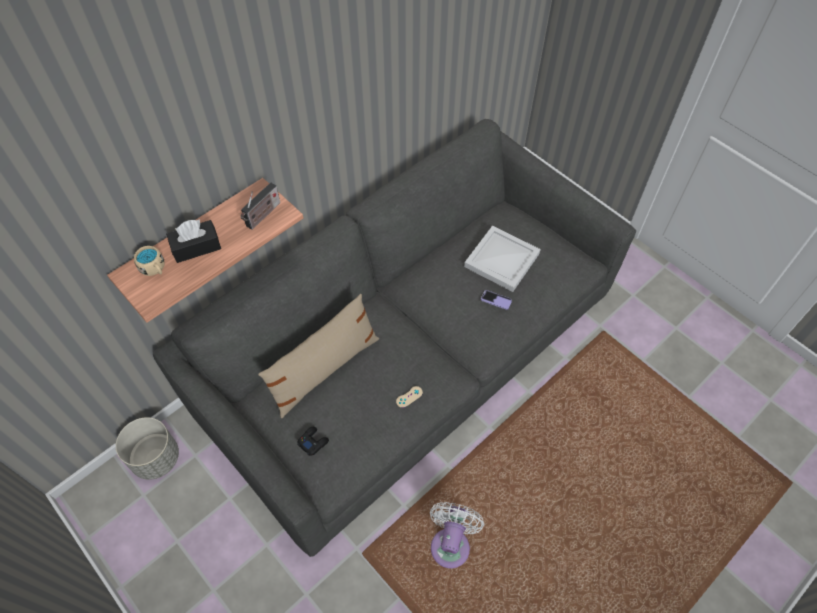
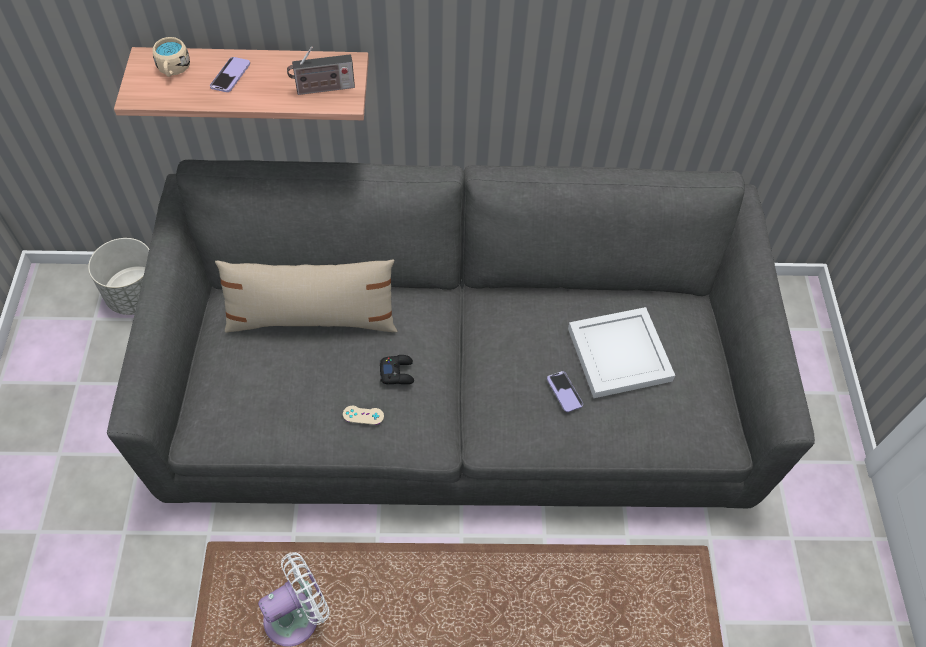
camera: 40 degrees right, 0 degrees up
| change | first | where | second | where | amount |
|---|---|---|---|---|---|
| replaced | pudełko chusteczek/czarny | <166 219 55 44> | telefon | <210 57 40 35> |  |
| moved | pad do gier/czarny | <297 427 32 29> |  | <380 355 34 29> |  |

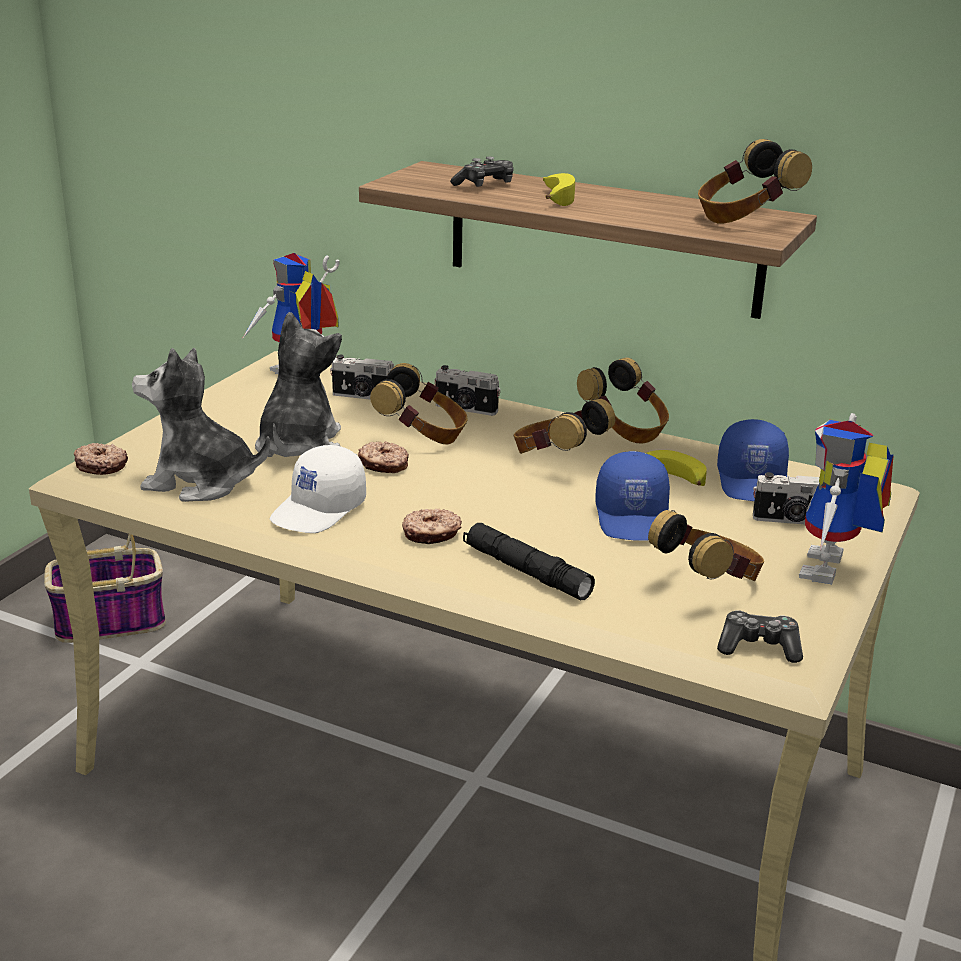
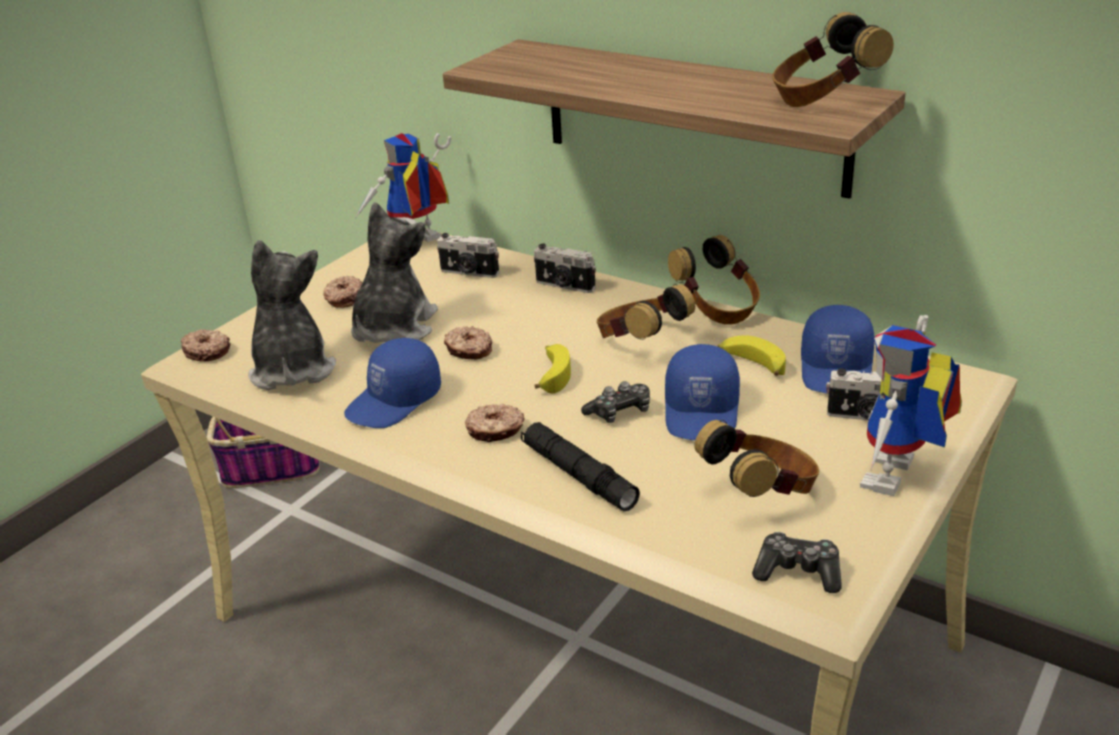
camera: 10 degrees right, 5 degrees up
| change | first | where | second | where | amount |
|---|---|---|---|---|---|
| moved | pad do gier | <450 156 64 31> |  | <581 381 69 42> |  |
| moved | banan | <543 173 32 33> |  | <534 344 37 50> |  |
| turned | pluszak | <132 348 138 154> |  | <248 240 88 150> | 60 degrees clockwise |
| removed | słuchawki | <370 363 98 81> |  |  |  |
| recoloured | czapka z daszkiem/biały | <270 445 96 88> | czapka z daszkiem/niebieski | <344 338 97 90> |  |
| added |  |  | donut | <323 276 39 32> |  |

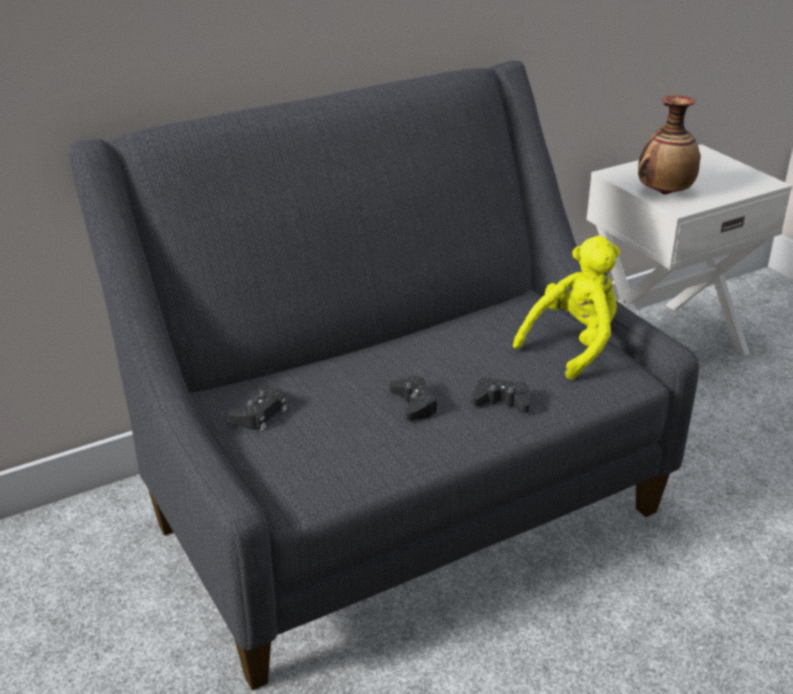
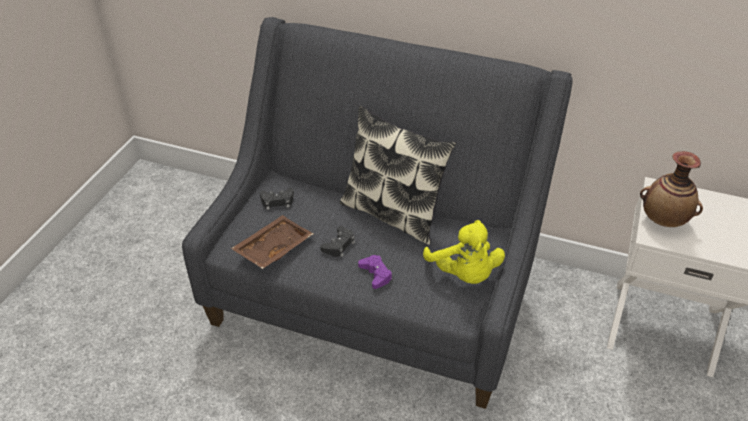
camera: 50 degrees right, 10 degrees up
| change | first | where | second | where | amount |
|---|---|---|---|---|---|
| turned | pluszak/żółty | <513 236 107 144> |  | <423 220 82 64> | 60 degrees clockwise |
| recoloured | pad do gier/czarny | <471 377 59 36> | pad do gier/fioletowy | <358 255 34 34> |  |
| added |  |  | poduszka | <340 105 116 140> |  |
| added |  |  | taca/brązowy | <231 215 82 54> |  |

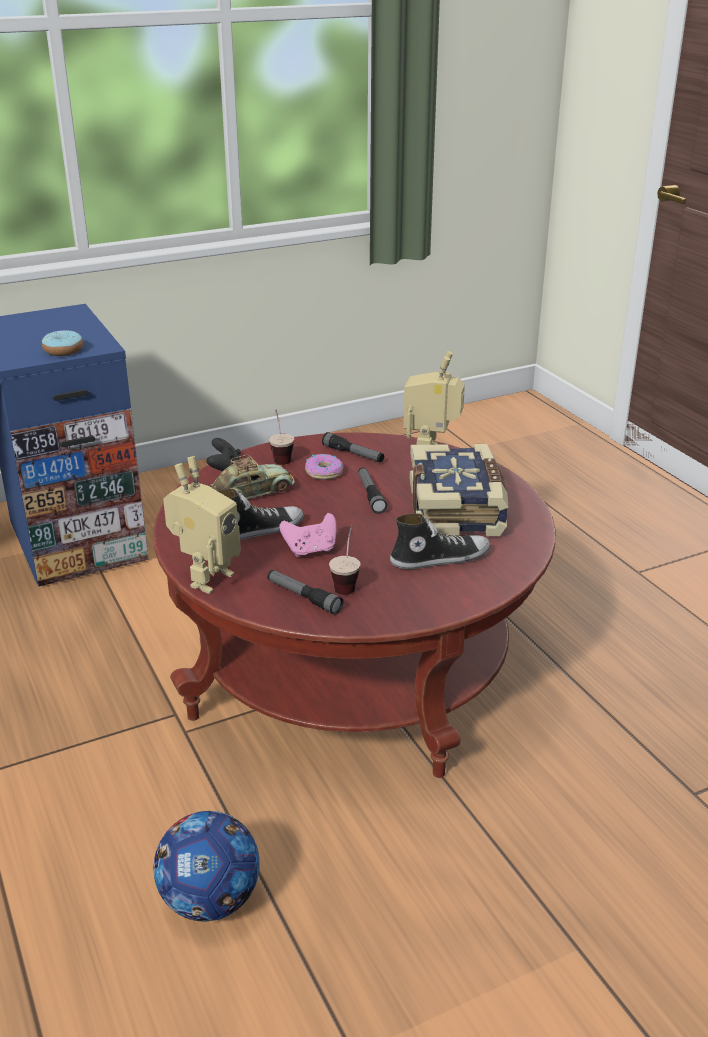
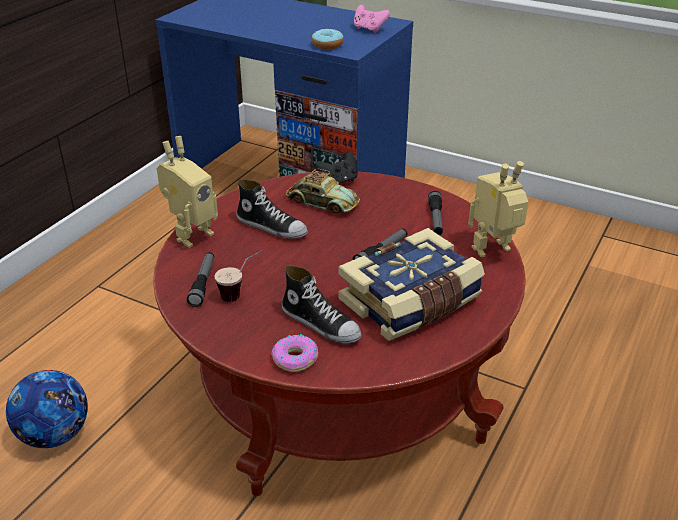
camera: 55 degrees right, 5 degrees up
| change | first | where | second | where | amount |
|---|---|---|---|---|---|
| removed | filiżanka | <269 410 25 55> |  |  |  |
| moved | donut | <305 454 38 26> |  | <271 334 47 38> |  |
| turned | robot zabawkowy | <163 456 78 138> |  | <157 136 61 112> | 45 degrees counterclockwise |
| moved | pad do gier/różowy | <279 513 58 44> |  | <354 5 36 28> |  |

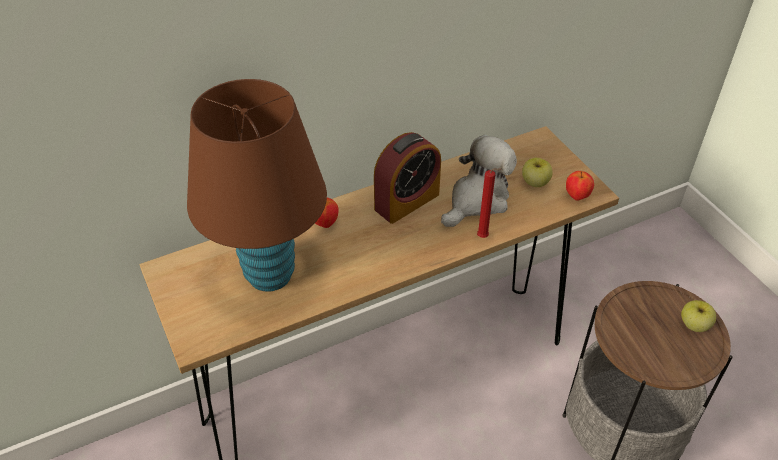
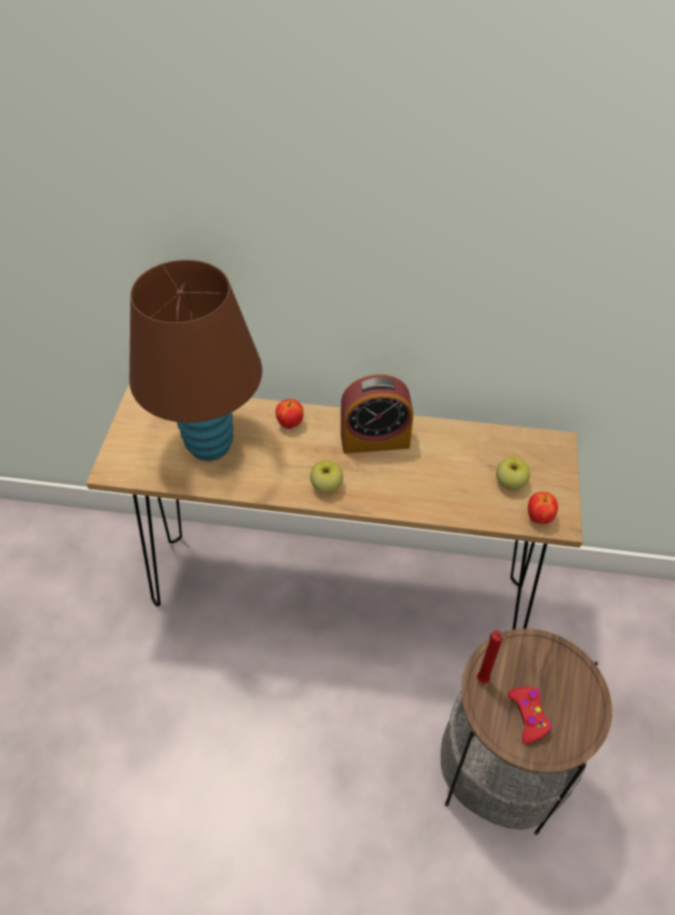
camera: 35 degrees right, 5 degrees up
| change | first | where | second | where | amount |
|---|---|---|---|---|---|
| removed | pluszak | <441 135 76 92> |  |  |  |
| moved | świeca/czerwony | <477 168 24 70> |  | <477 630 29 54> |  |
| moved | jabłko | <681 300 35 32> |  | <310 460 33 33> |  |
| added |  |  | pad do gier/czerwony | <508 687 43 57> |  |

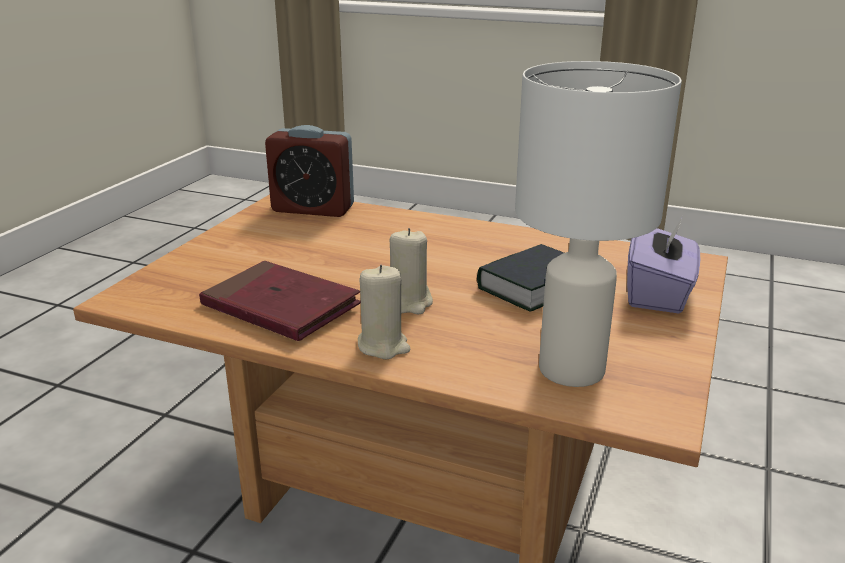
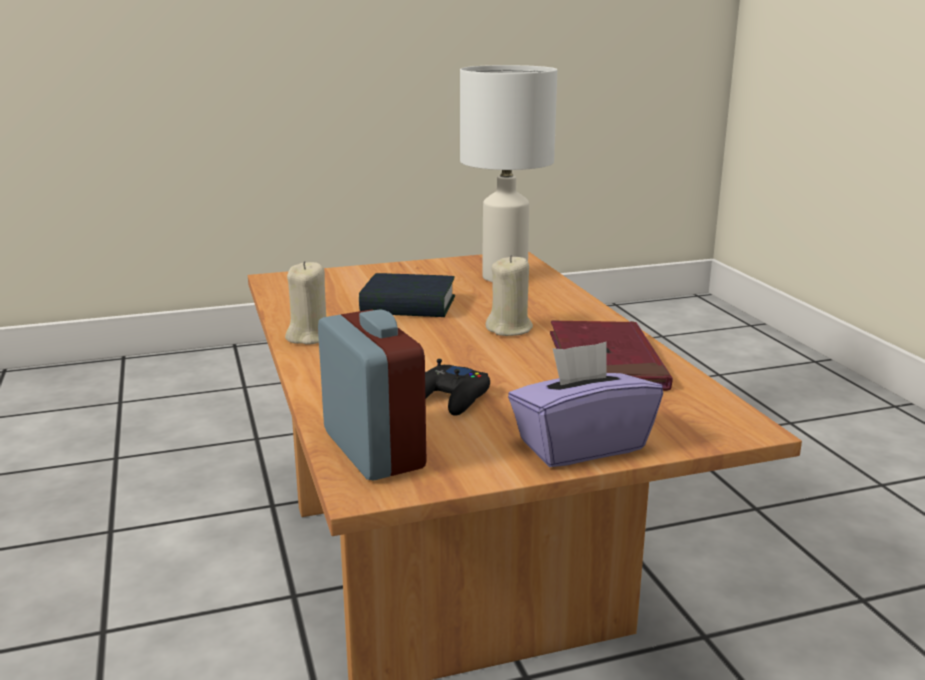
camera: 130 degrees left, 5 degrees down
| change | first | where | second | where | amount |
|---|---|---|---|---|---|
| moved | pudełko chusteczek/fioletowy | <627 217 73 97> |  | <508 342 155 125> |  |
| moved | świeca/beżowy | <358 265 53 94> |  | <285 261 41 84> |  |
| added |  |  | pad do gier/czarny | <425 359 65 57> |  |

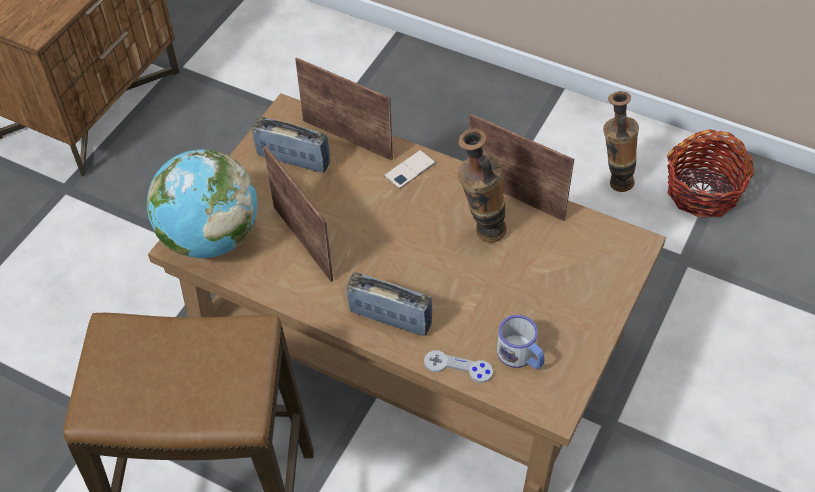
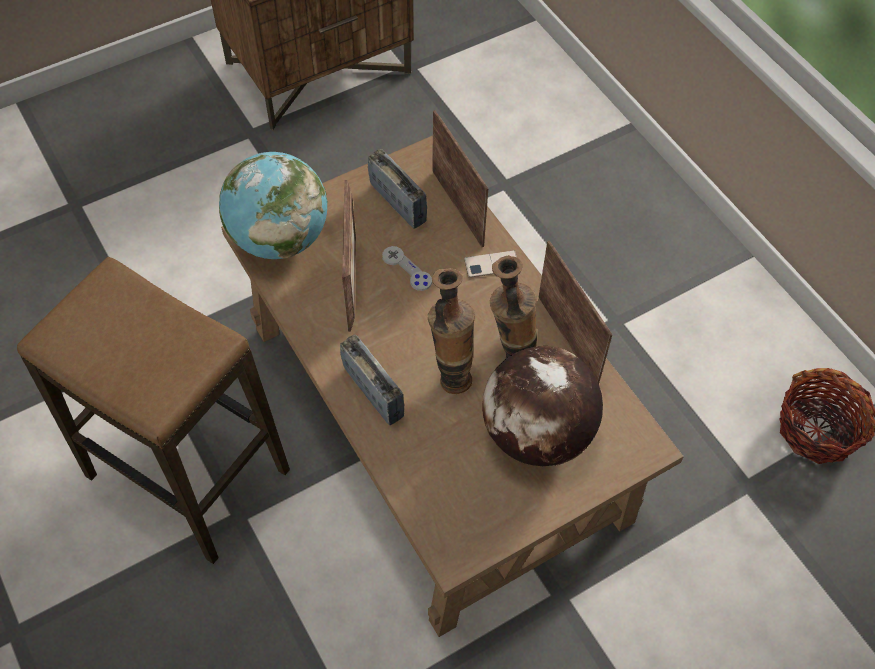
camera: 30 degrees right, 5 degrees up
| change | first | where | second | where | amount |
|---|---|---|---|---|---|
| moved | wazon | <603 91 36 101> |  | <428 268 47 126> |  |
| removed | kubek | <497 315 47 54> |  |  |  |
| moved | pad do gier/szary | <424 350 69 33> |  | <382 246 50 45> |  |
| added |  |  | globus | <482 346 121 120> |  |

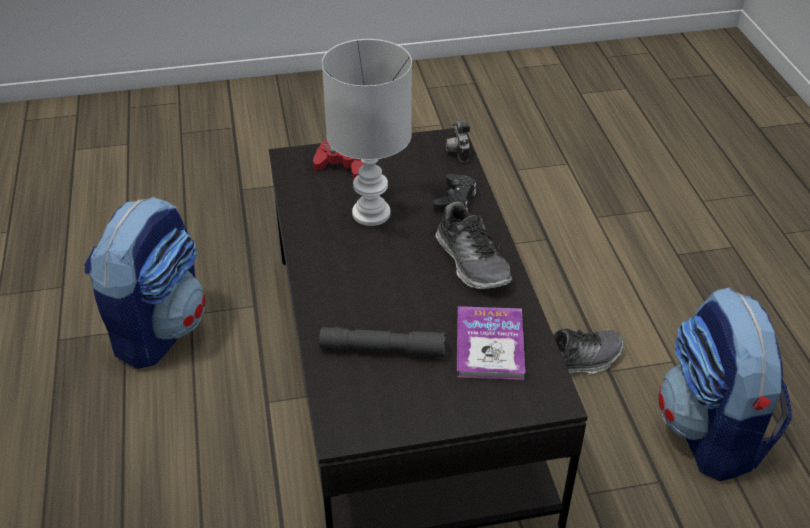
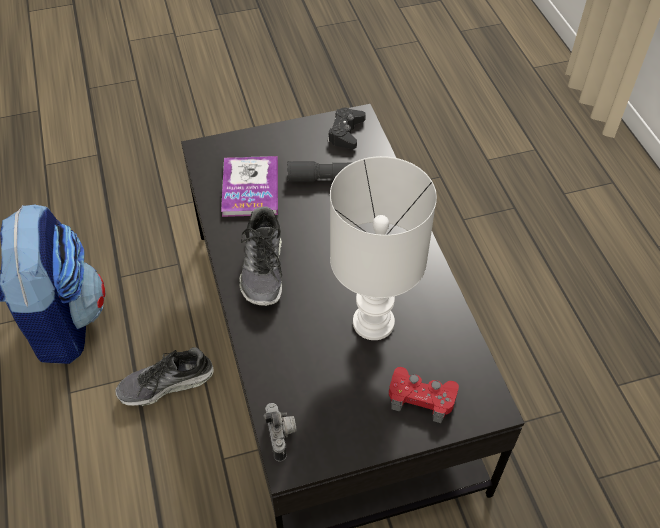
camera: 175 degrees right, 10 degrees up
| change | first | where | second | where | amount |
|---|---|---|---|---|---|
| moved | pad do gier/czarny | <433 174 43 38> |  | <328 107 38 42> |  |
| removed | plecak | <85 197 120 172> |  |  |  |
| turned | but | <435 202 77 87> |  | <239 206 43 100> | 150 degrees counterclockwise |

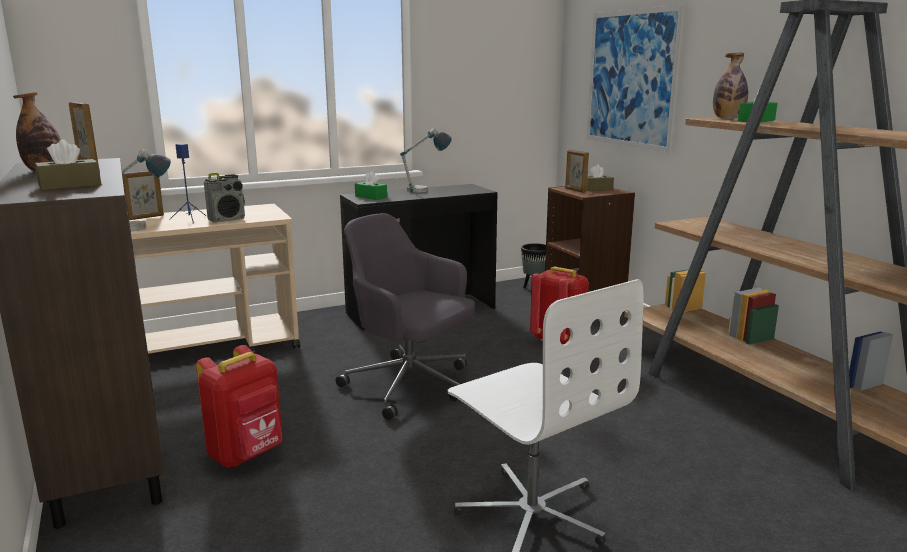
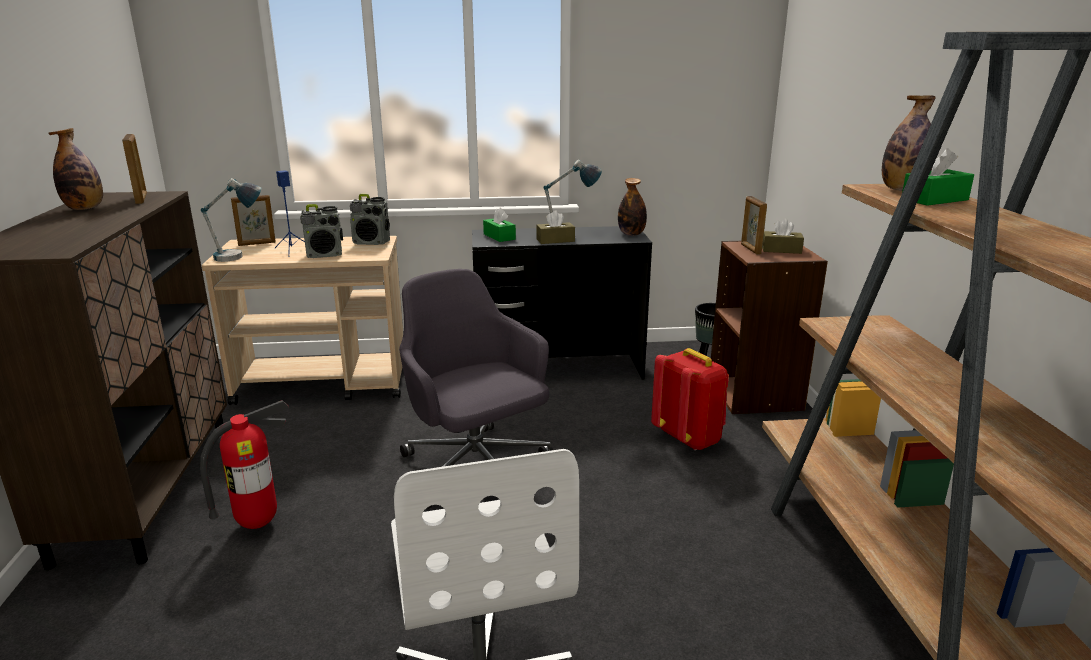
camera: 20 degrees right, 5 degrees up
| change | first | where | second | where | amount |
|---|---|---|---|---|---|
| removed | obraz | <587 4 98 149> |  |  |  |
| moved | pudełko chusteczek/brązowy | <35 139 66 51> |  | <536 210 39 34> |  |
| replaced | plecak/czerwony | <196 345 86 122> | gaśnica | <200 400 89 129> |  |
| added |  |  | butelka | <618 178 29 58> |  |
| added |  |  | radio | <350 194 40 51> |  |

